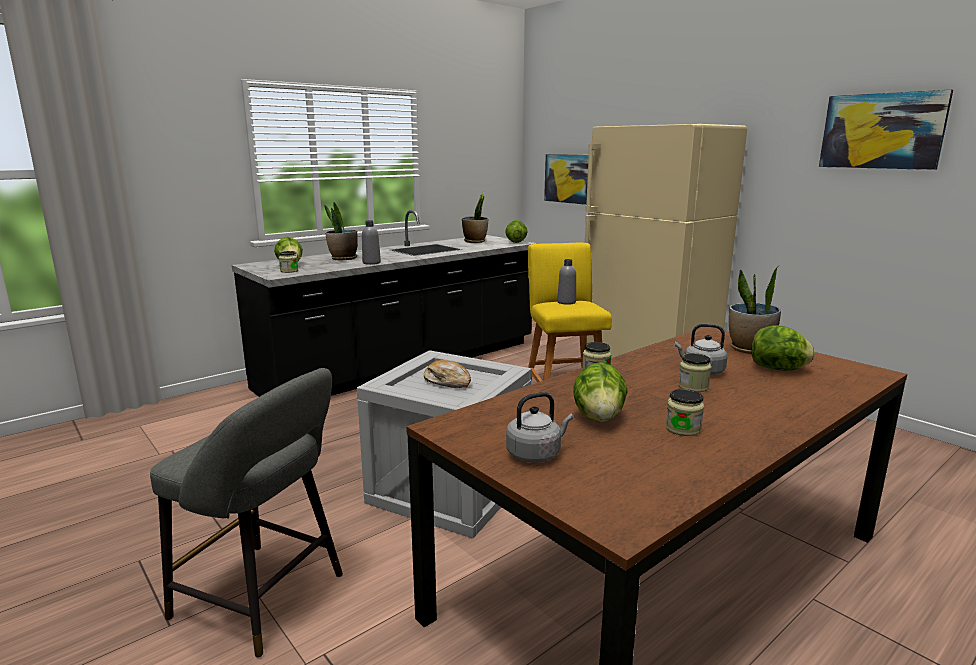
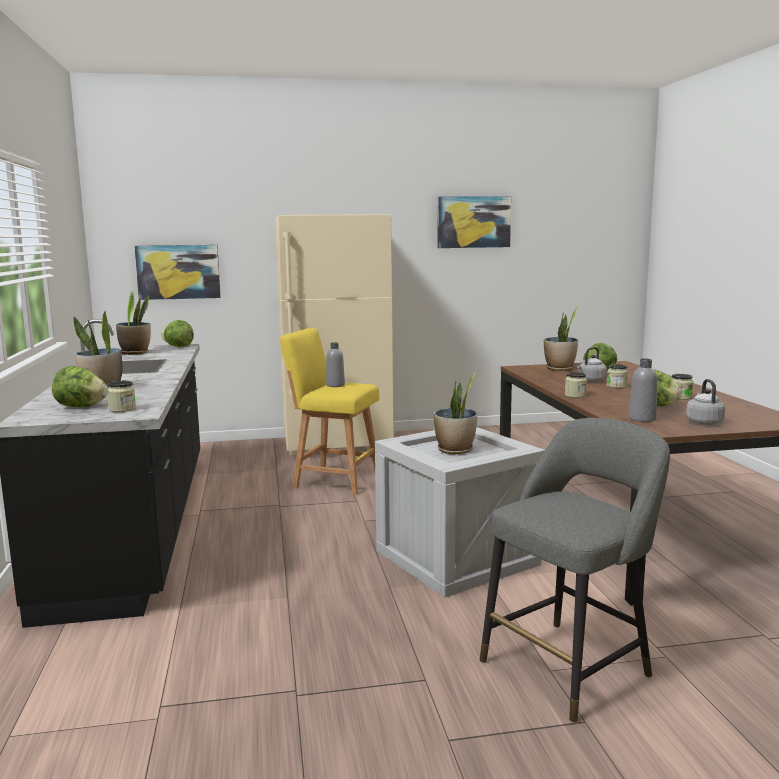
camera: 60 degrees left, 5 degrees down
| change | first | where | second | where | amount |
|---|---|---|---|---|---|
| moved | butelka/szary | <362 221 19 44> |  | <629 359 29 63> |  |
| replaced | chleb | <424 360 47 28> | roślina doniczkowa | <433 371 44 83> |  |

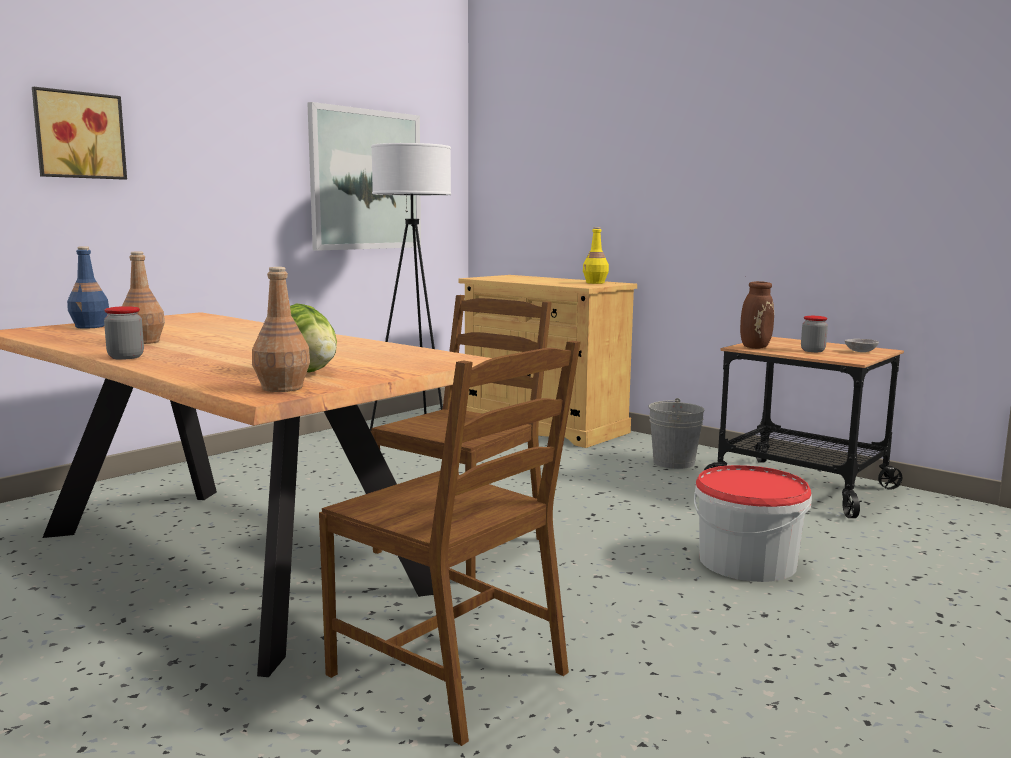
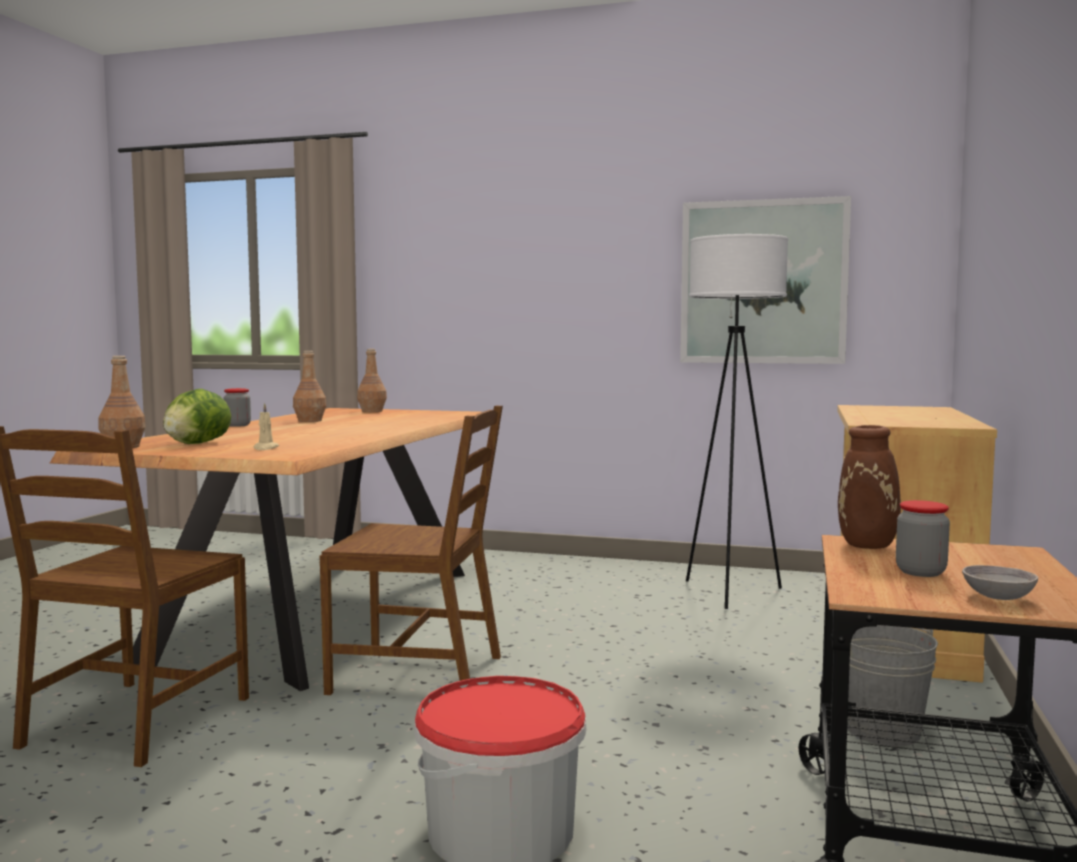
camera: 65 degrees right, 5 degrees down
| change | first | where | second | where | amount |
|---|---|---|---|---|---|
| removed | obraz | <32 87 95 93> |  |  |  |
| removed | butelka/żółty | <583 227 26 57> |  |  |  |
| recoloured | butelka/niebieski | <67 247 42 82> | butelka/brązowy | <357 349 30 63> |  |
| added |  |  | świeca/beżowy | <254 403 25 47> |  |

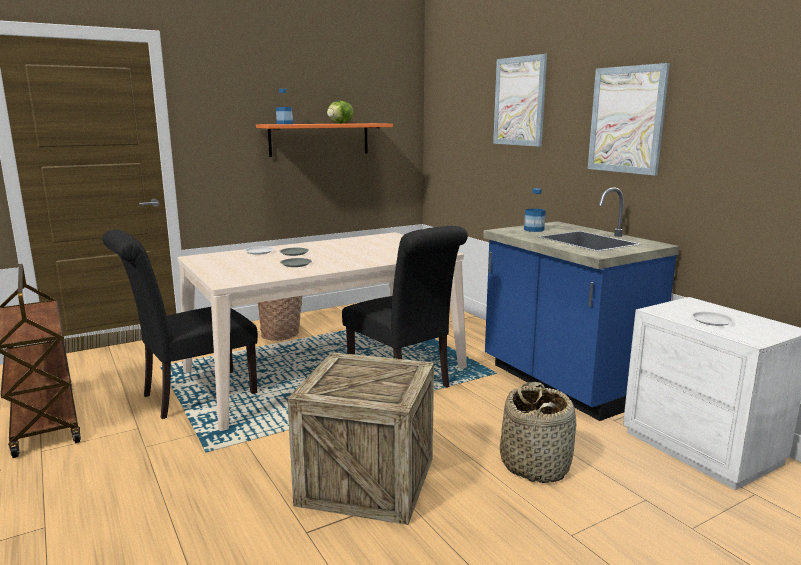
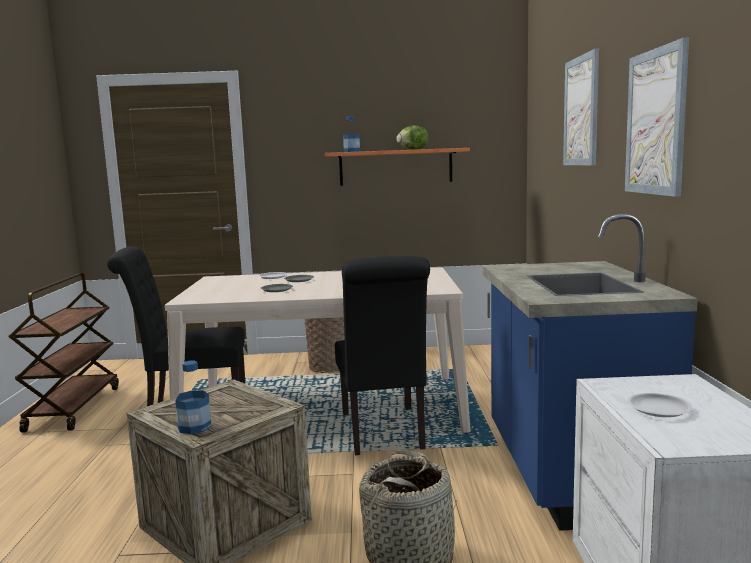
camera: 30 degrees right, 5 degrees down
| change | first | where | second | where | amount |
|---|---|---|---|---|---|
| moved | butelka | <524 188 22 44> |  | <175 361 36 73> |  |

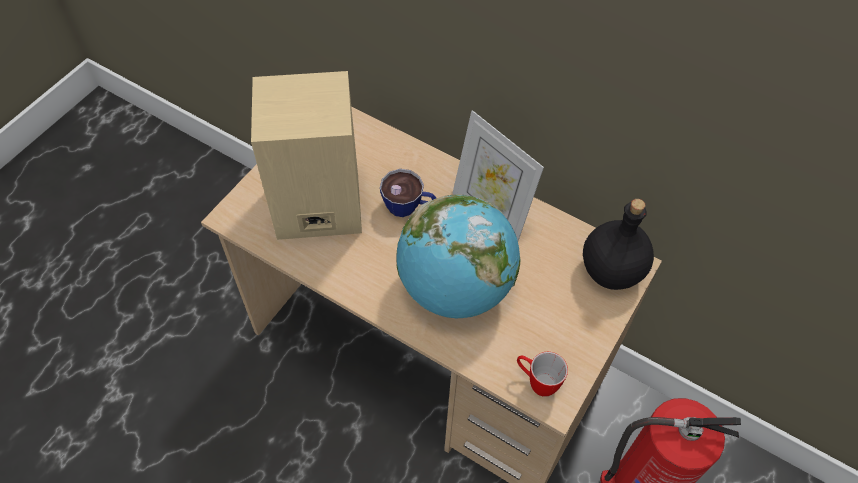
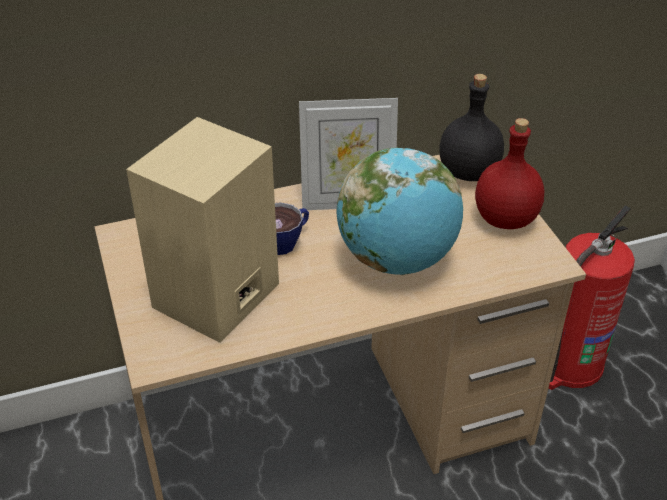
camera: 50 degrees left, 15 degrees down
| change | first | where | second | where | amount |
|---|---|---|---|---|---|
| removed | kubek | <517 352 51 45> |  |  |  |
| added |  |  | butelka/czerwony | <475 118 69 111> |  |

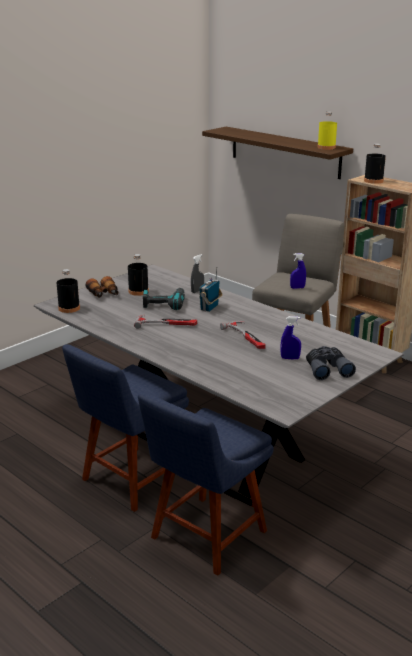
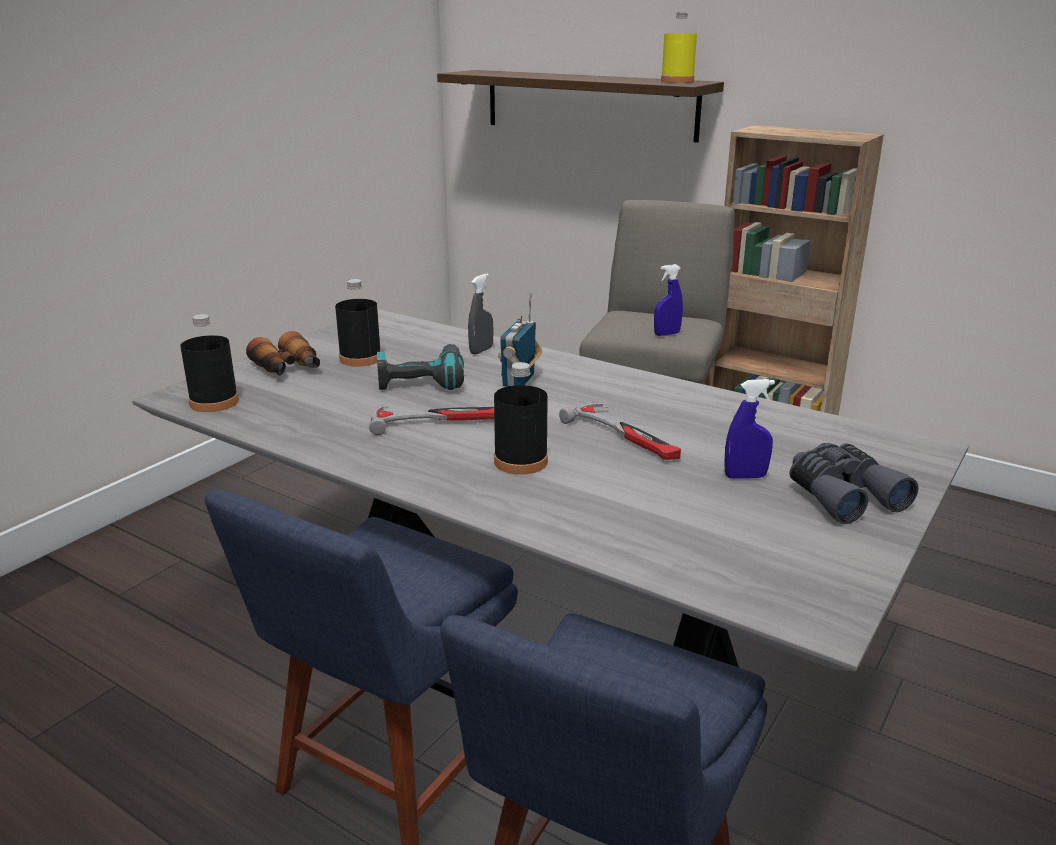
camera: 10 degrees left, 0 degrees up
| change | first | where | second | where | amount |
|---|---|---|---|---|---|
| moved | butelka/czarny | <364 144 22 40> |  | <494 362 54 113> |  |

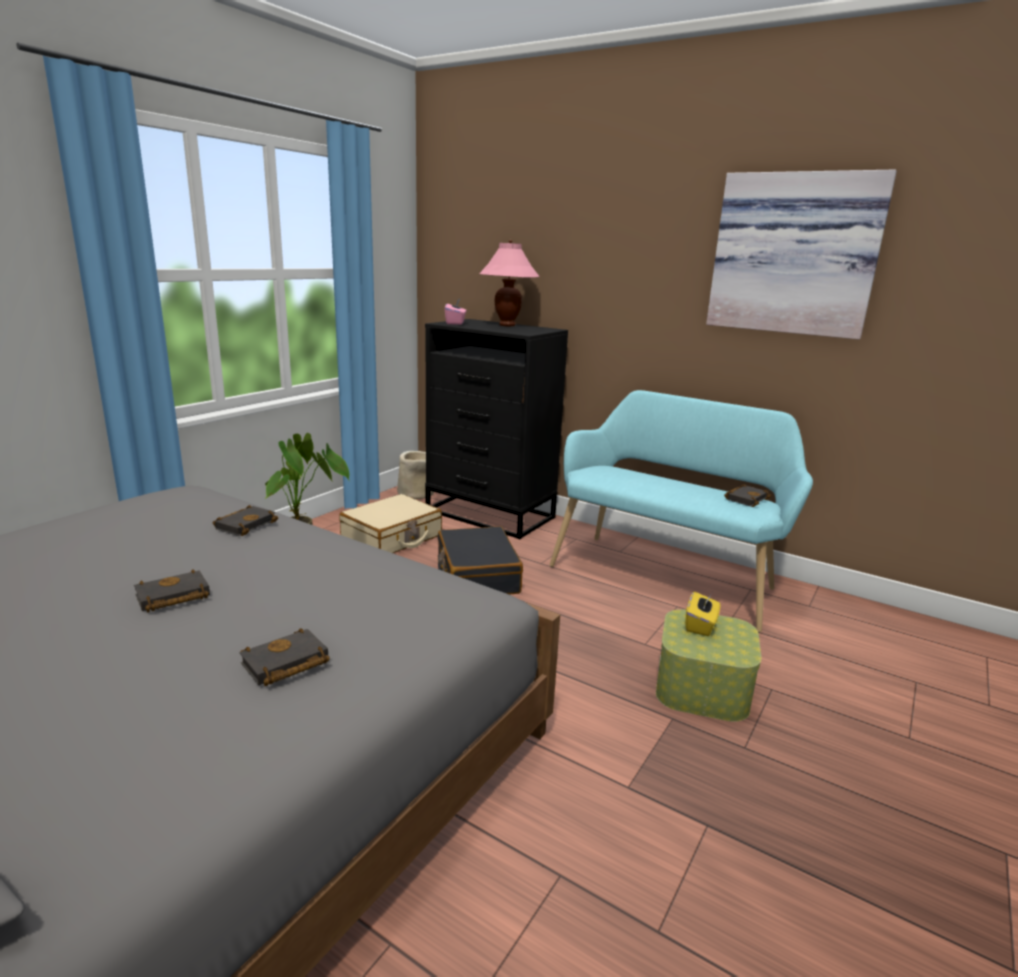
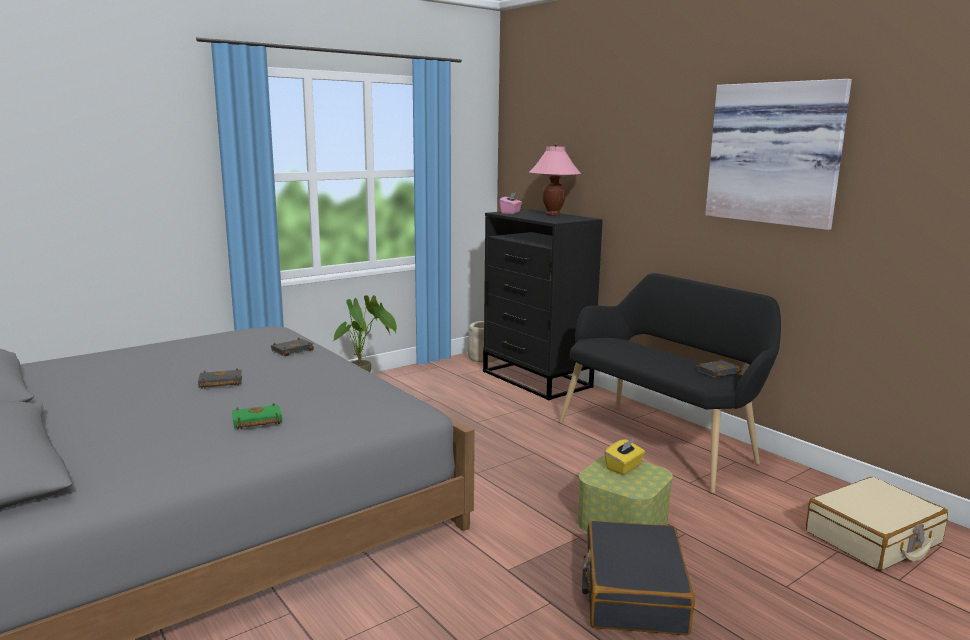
camera: 20 degrees right, 5 degrees down
| change | first | where | second | where | amount |
|---|---|---|---|---|---|
| recoloured | ławka/turkusowy | <550 390 263 243> | ławka/czarny | <559 273 222 221> |  |
| moved | walizka/beżowy | <339 494 103 59> |  | <806 477 142 94> |  |
| moved | walizka/czarny | <438 526 85 68> |  | <582 521 113 114> |  |
| recoloured | książka/czarny | <239 628 91 58> | książka/zielony | <232 403 50 26> |  |

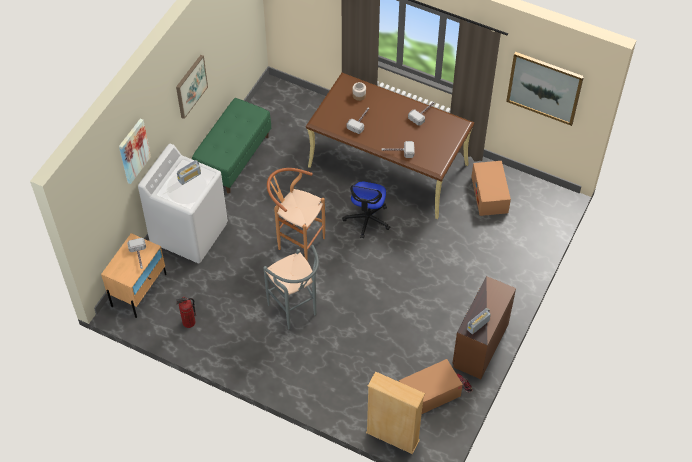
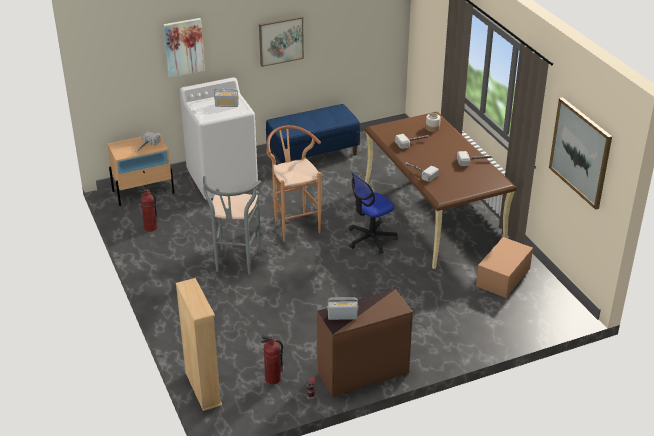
camera: 40 degrees right, 20 degrees down
| change | first | where | second | where | amount |
|---|---|---|---|---|---|
| recoloured | ławka/zielony | <192 98 79 96> | ławka/niebieski | <266 104 94 60> |  |
| replaced | karton | <399 359 64 55> | gaśnica | <261 336 22 48> |  |

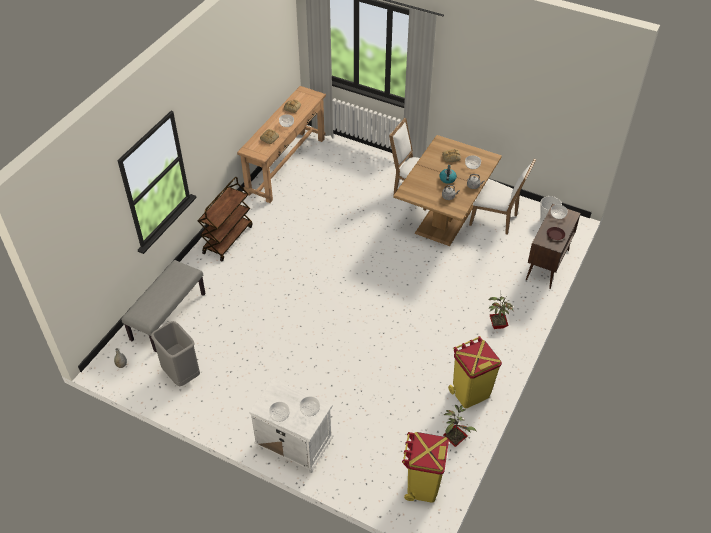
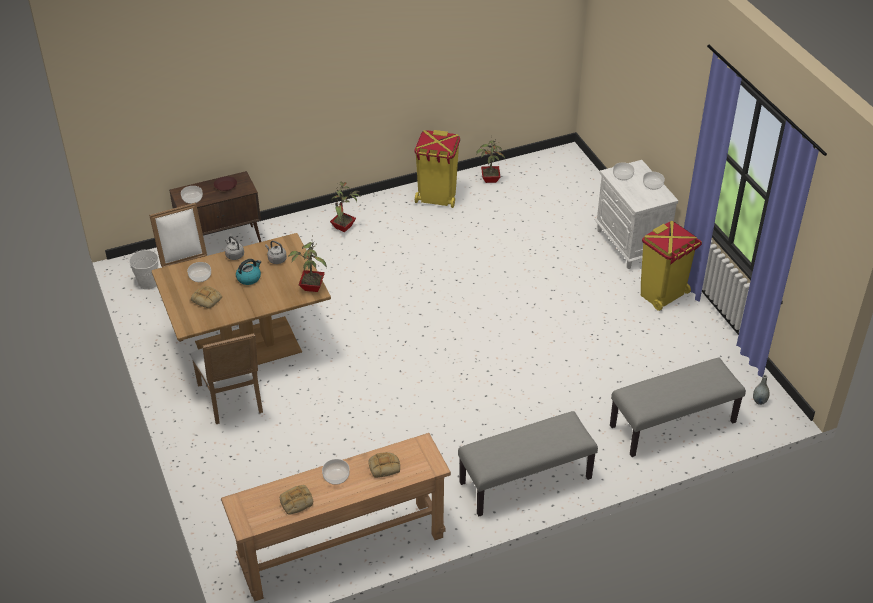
camera: 140 degrees left, 5 degrees down
| change | first | where | second | where | amount |
|---|---|---|---|---|---|
| replaced | wózek/brązowy | <198 177 55 84> | ławka/szary | <458 411 140 105> |  |
| removed | kosz na śmieci/szary | <151 321 49 65> |  |  |  |
| moved | kosz na śmieci/żółty | <402 432 47 71> |  | <641 221 61 90> |  |
| added |  |  | roślina doniczkowa | <287 236 40 56> |  |

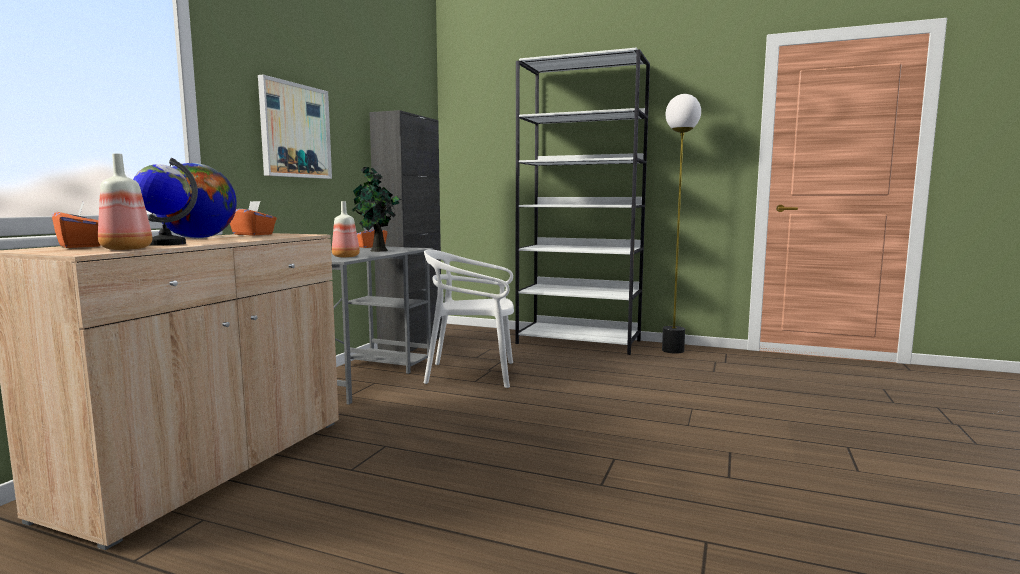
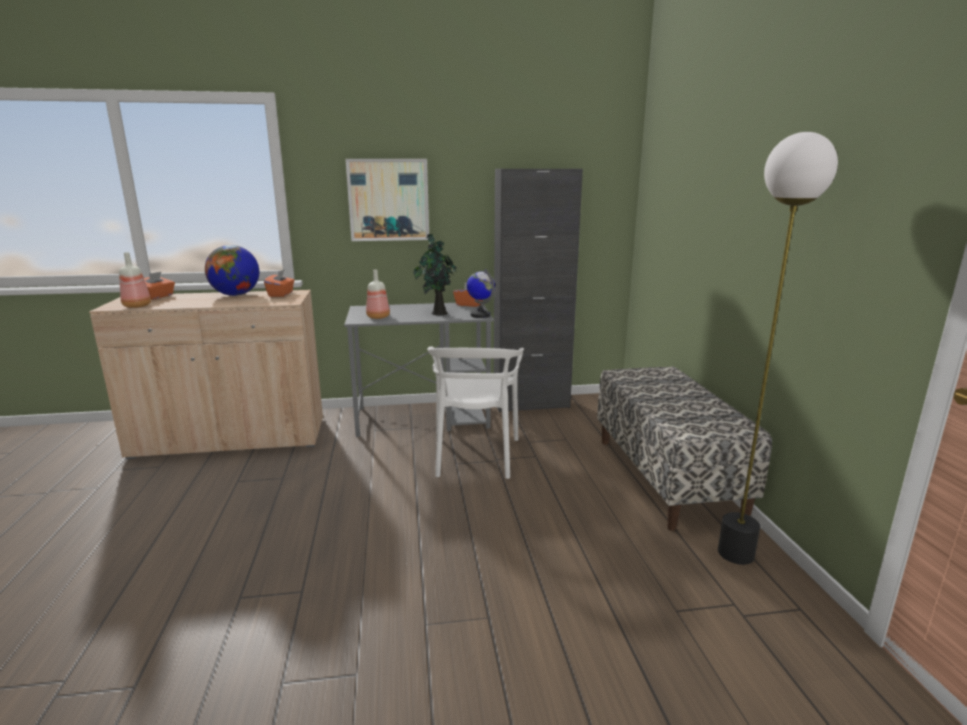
camera: 60 degrees right, 10 degrees up
| change | first | where | second | where | amount |
|---|---|---|---|---|---|
| replaced | regał/biały | <515 48 135 307> | ławka | <597 367 175 164> |  |
| moved | globus | <133 158 65 88> |  | <467 269 28 49> |  |
| turned | krzesło/biały | <424 249 90 139> |  | <427 347 97 132> | 150 degrees counterclockwise |

